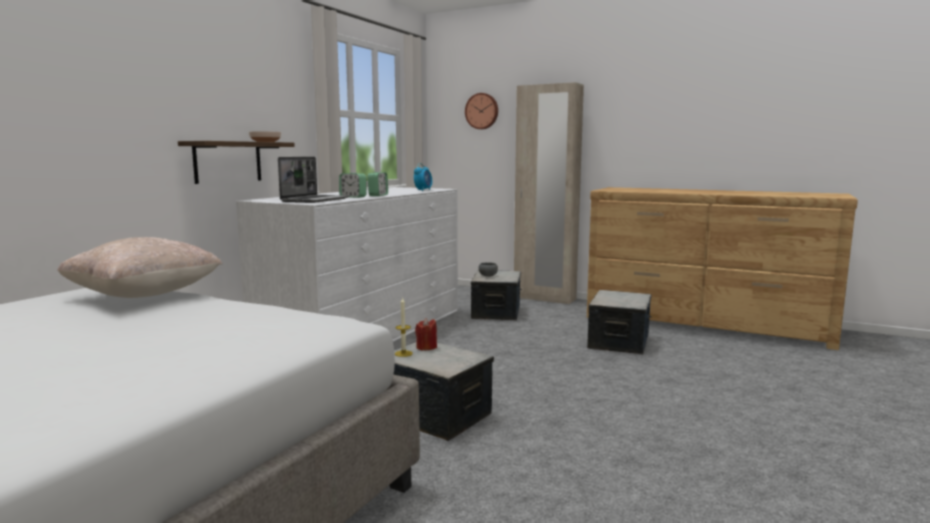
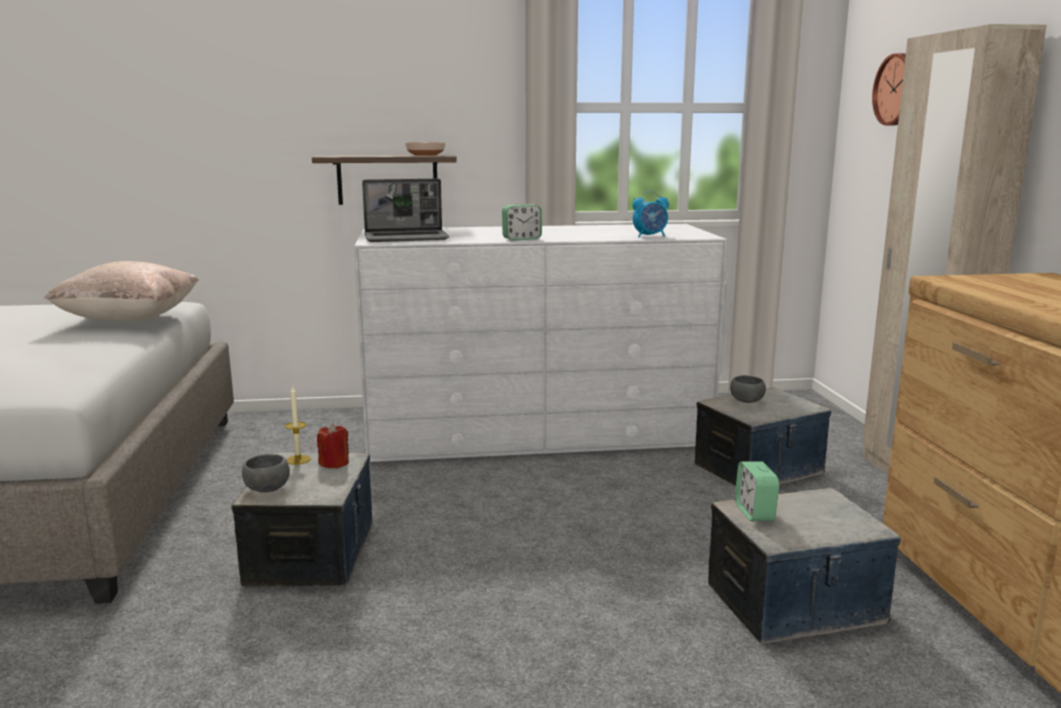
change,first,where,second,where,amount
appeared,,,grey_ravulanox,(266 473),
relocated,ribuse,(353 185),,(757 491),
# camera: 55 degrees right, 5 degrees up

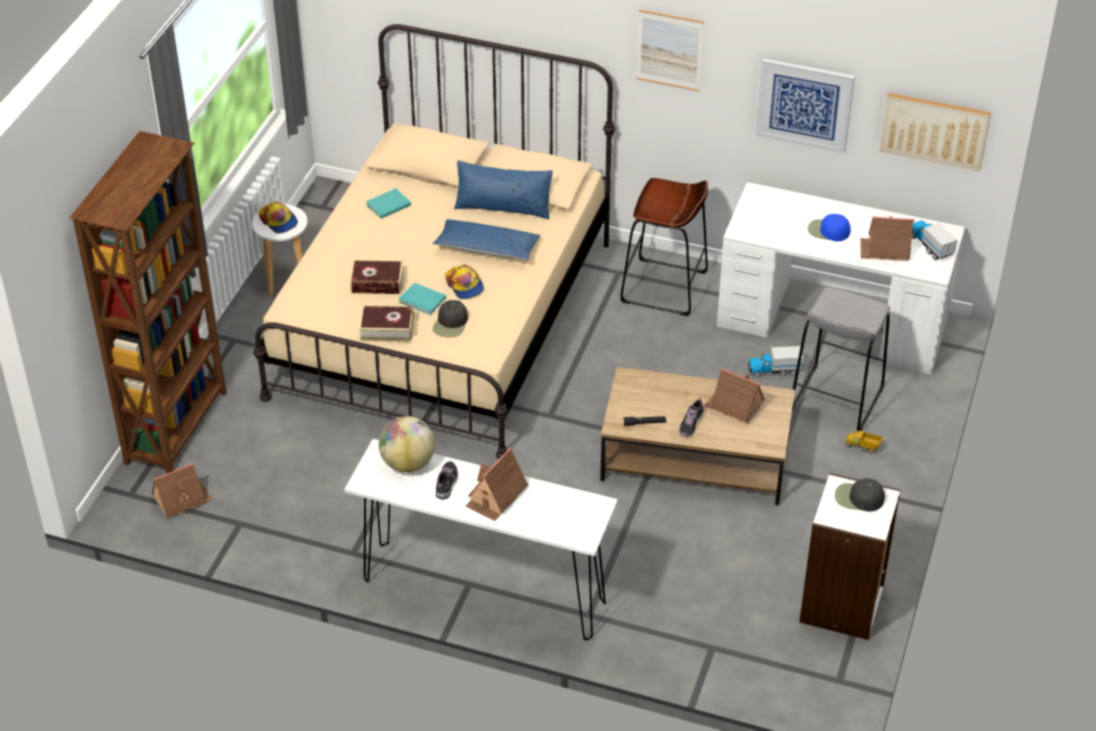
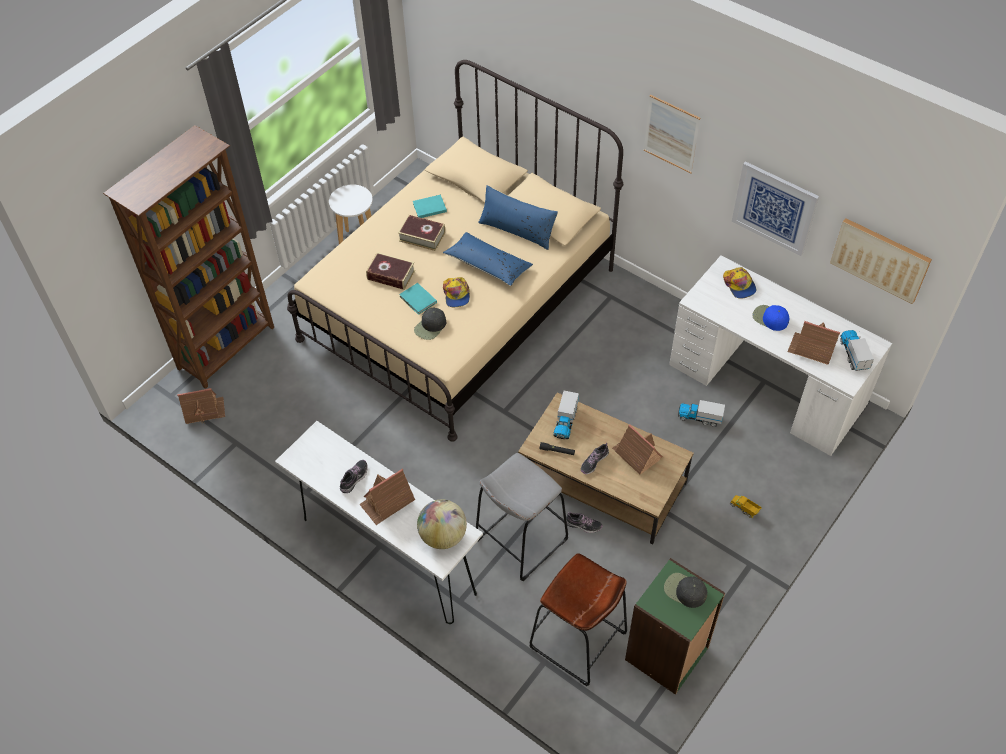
change,first,where,second,where,amount
relocated,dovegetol,(386 324),,(421 233),
relocated,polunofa,(407 444),,(442 524),
relocated,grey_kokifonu,(841 359),,(522 517),
relocated,brown_kokifonu,(664 247),,(578 619),
appeared,,,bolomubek,(566 415),
appeared,,,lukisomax,(584 522),
colour,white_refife,(850 556),green_refife,(675 626),
relocated,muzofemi,(278 217),,(739 283),
# camera: 20 degrees right, 10 degrees up

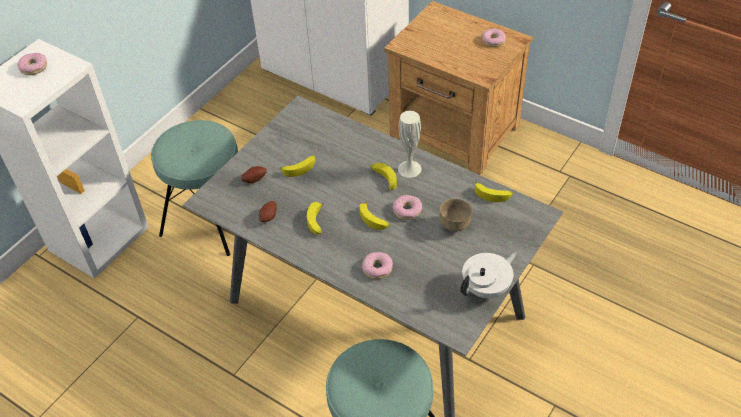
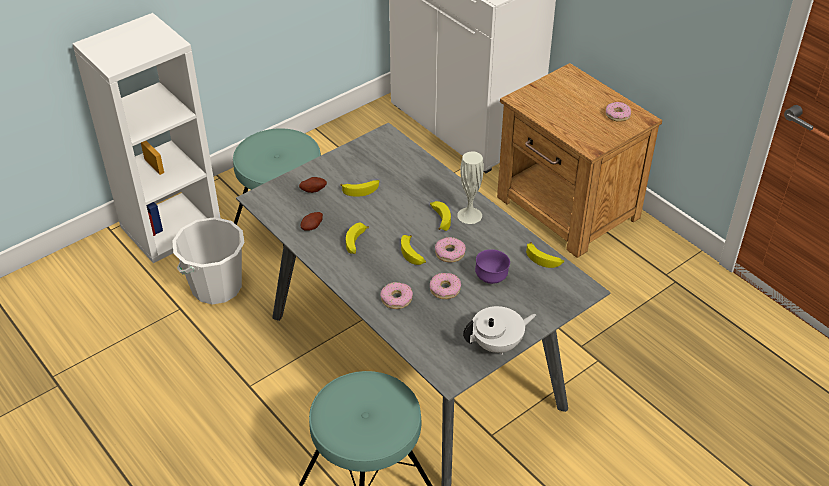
change,first,where,second,where,amount
appeared,,,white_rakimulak,(208 260),
relocated,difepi,(32 64),,(445 286),
colour,brown_ravulanox,(455 215),purple_ravulanox,(492 266),
# camera: 15 degrees right, 5 degrees down

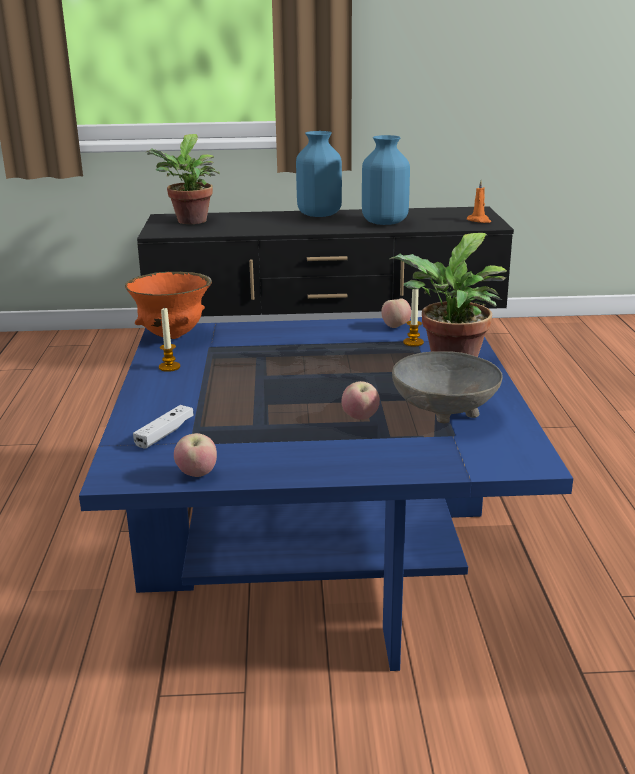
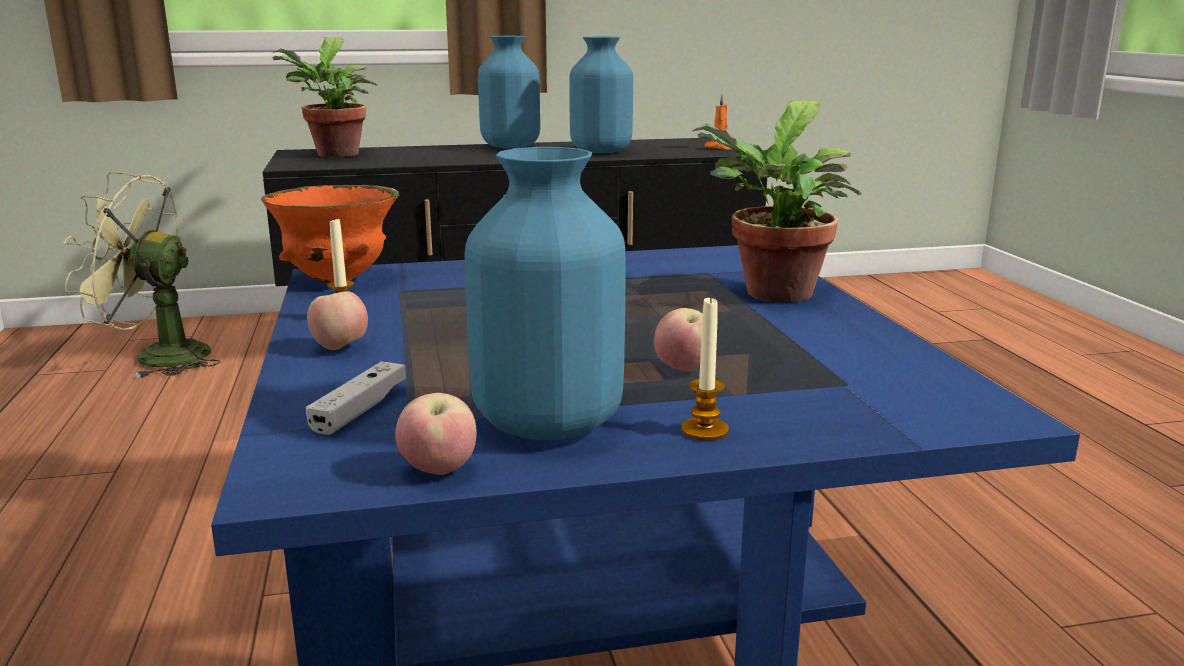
change,first,where,second,where,amount
appeared,,,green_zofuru,(142 275),
relocated,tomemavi,(396 313),,(337 320),
appeared,,,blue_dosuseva,(545 293),
relocated,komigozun,(413 317),,(705 369),
missing,grey_ravulanox,(447 387),,,
# camera: 10 degrees left, 5 degrees down

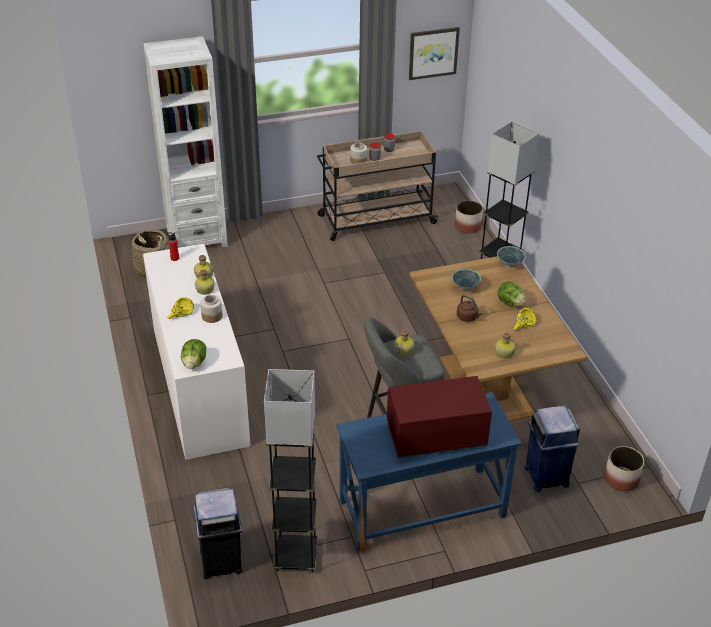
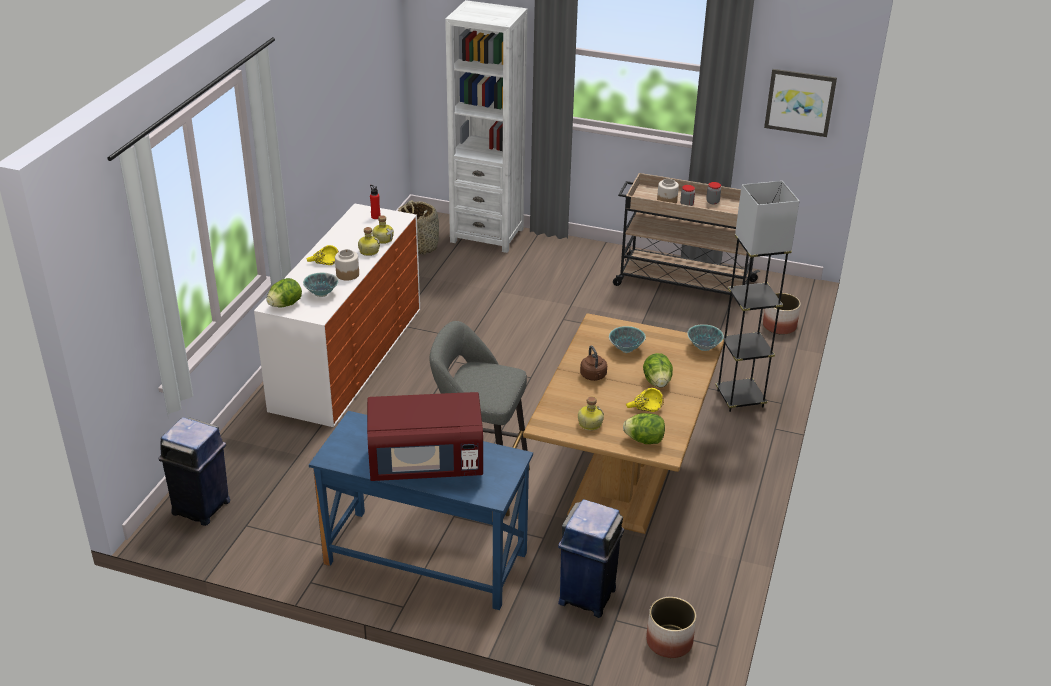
change,first,where,second,where,amount
appeared,,,ravulanox,(320 285),
spun,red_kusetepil,(439 417),,(425 436),150 degrees clockwise
appeared,,,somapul,(644 428),
missing,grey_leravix,(291 471),,,
missing,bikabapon,(404 342),,,
# camera: 35 degrees right, 5 degrees down

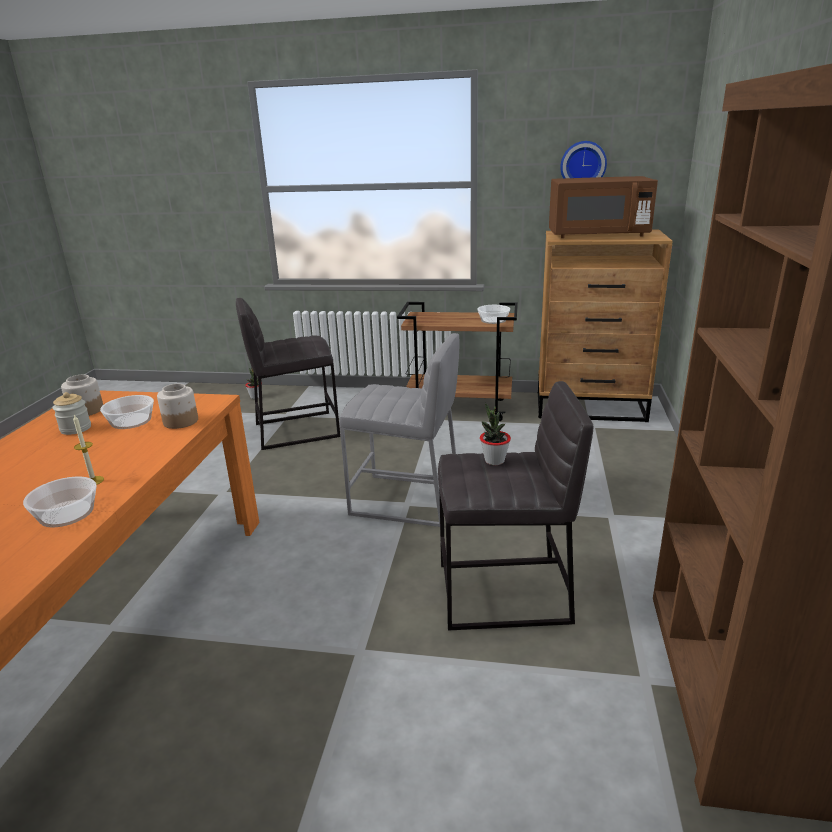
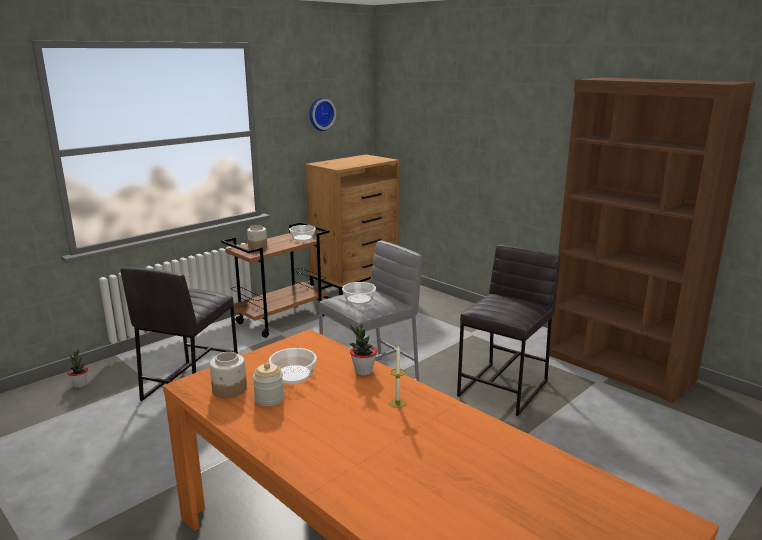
change,first,where,second,where,amount
relocated,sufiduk,(177 406),,(257 237),
relocated,ravulanox,(60 502),,(359 293),
relocated,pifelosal,(495 434),,(363 350),
missing,brown_kusetepil,(603 207),,,
# camera: 55 degrees left, 5 degrees down

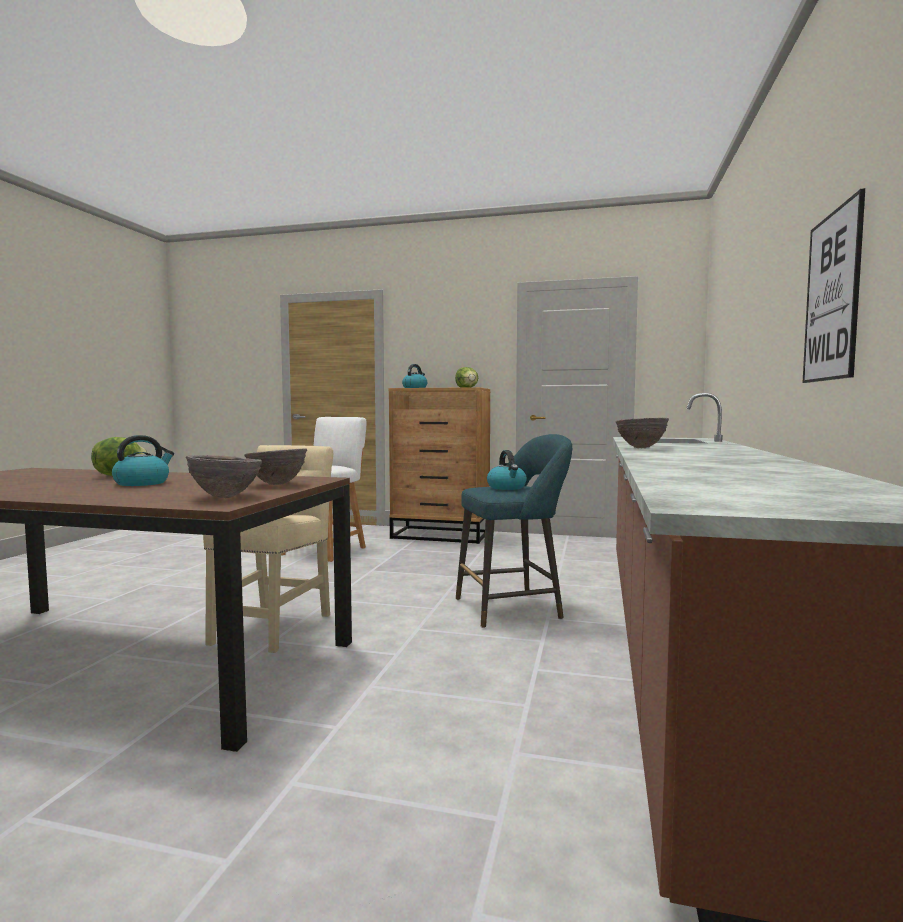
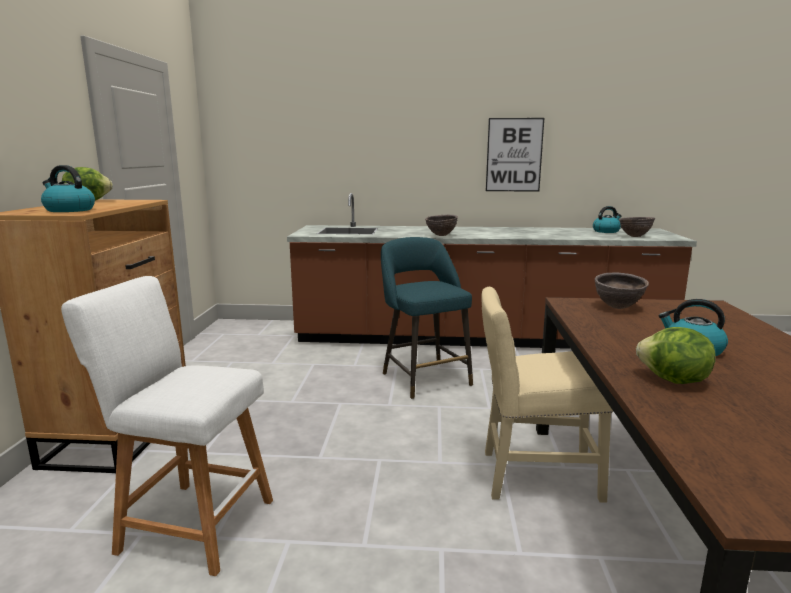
change,first,where,second,where,amount
relocated,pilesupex,(507 470),,(607 219),
relocated,brown_ravulanox,(224 476),,(637 227),
# camera: 100 degrees left, 10 degrees up

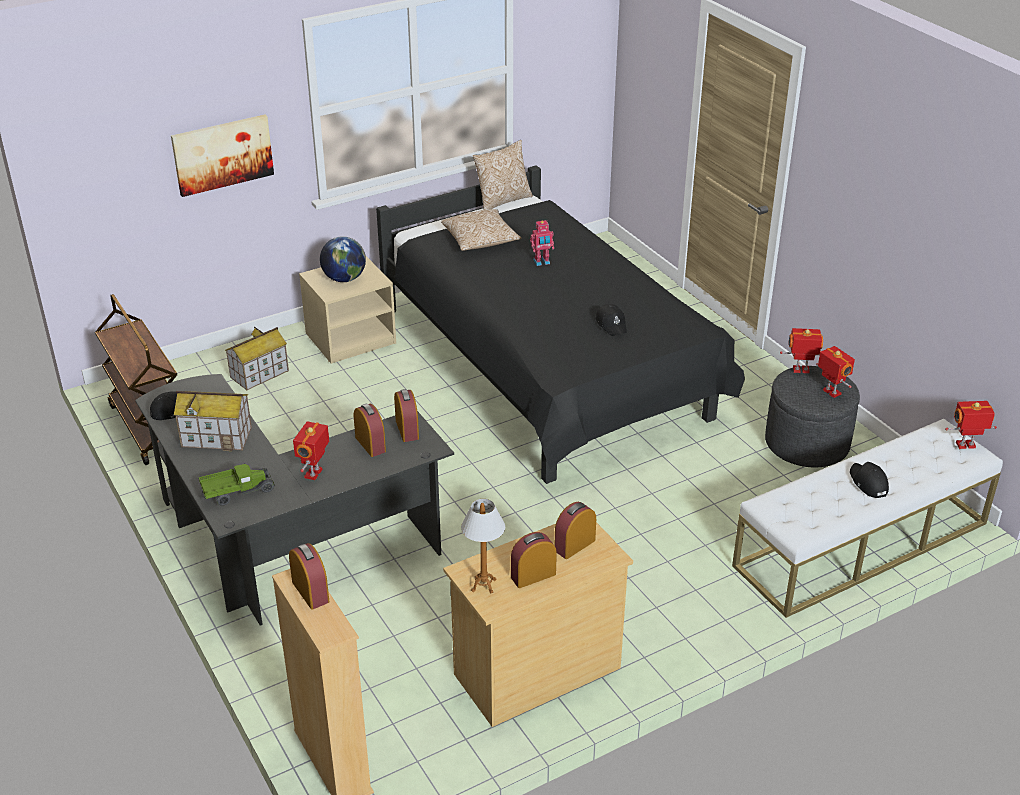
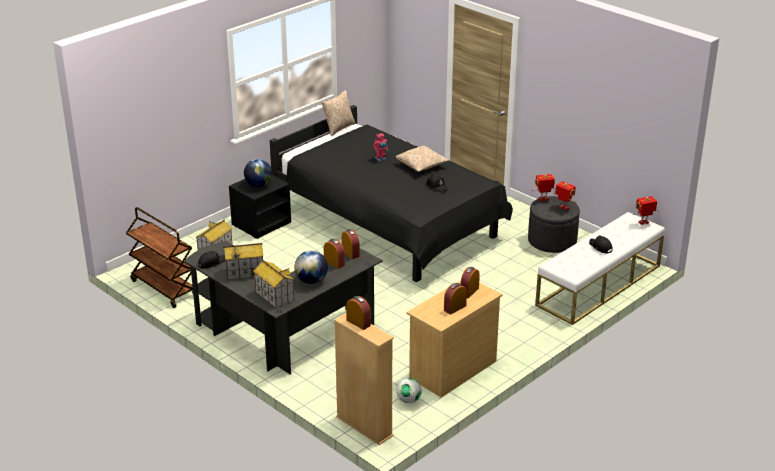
change,first,where,second,where,amount
colour,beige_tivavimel,(347 309),black_tivavimel,(260 207),
exchanged,bolomubek,(237 485),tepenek,(273 284),
exchanged,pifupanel,(311 450),polunofa,(311 267),
relocated,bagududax,(481 230),,(422 159),
appeared,,,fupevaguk,(409 390),
missing,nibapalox,(222 155),,,
missing,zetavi,(483 546),,,
# camera: 15 degrees left, 5 degrees down

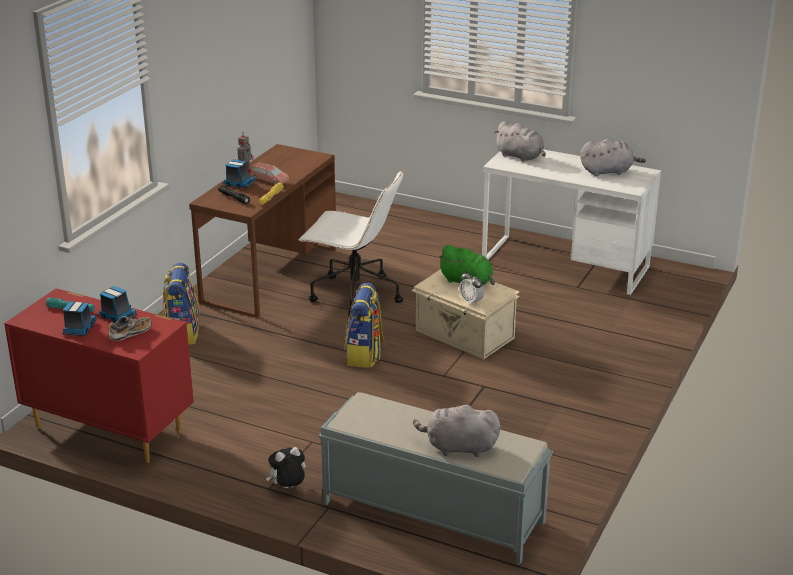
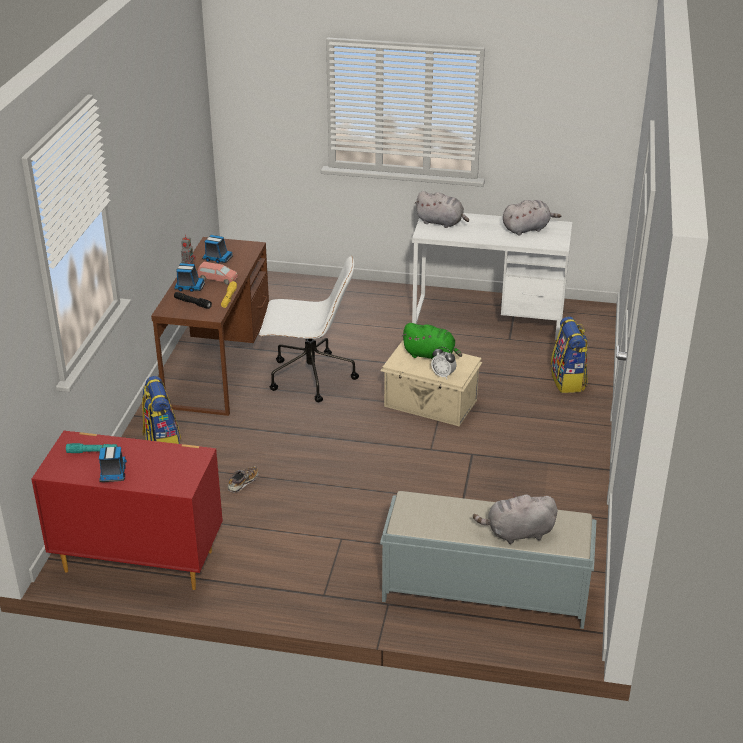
change,first,where,second,where,amount
relocated,bolomubek,(117 304),,(217 249),
relocated,lukisomax,(130 328),,(243 479),
relocated,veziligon,(365 325),,(569 354),
missing,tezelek,(286 467),,,
# camera: 15 degrees left, 5 degrees up

